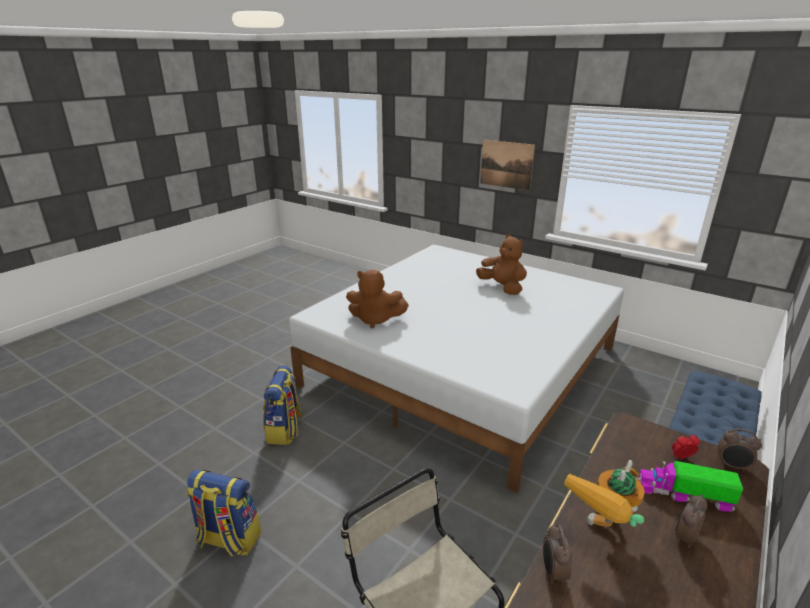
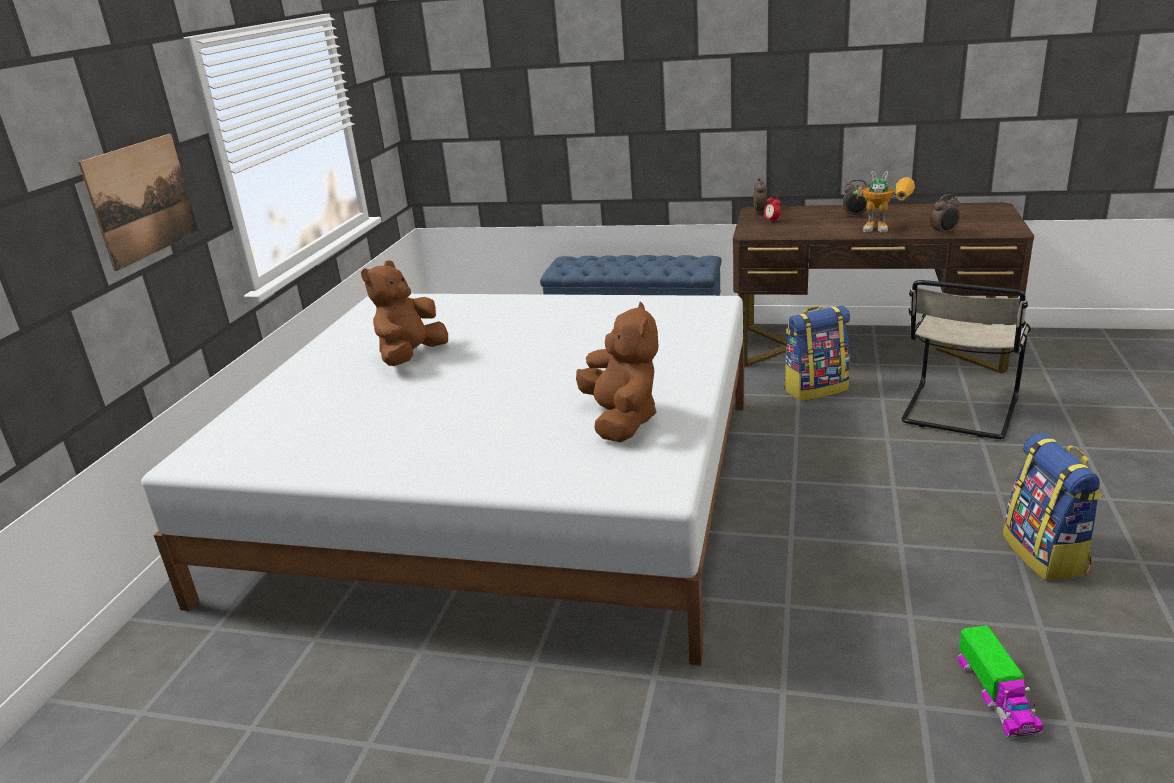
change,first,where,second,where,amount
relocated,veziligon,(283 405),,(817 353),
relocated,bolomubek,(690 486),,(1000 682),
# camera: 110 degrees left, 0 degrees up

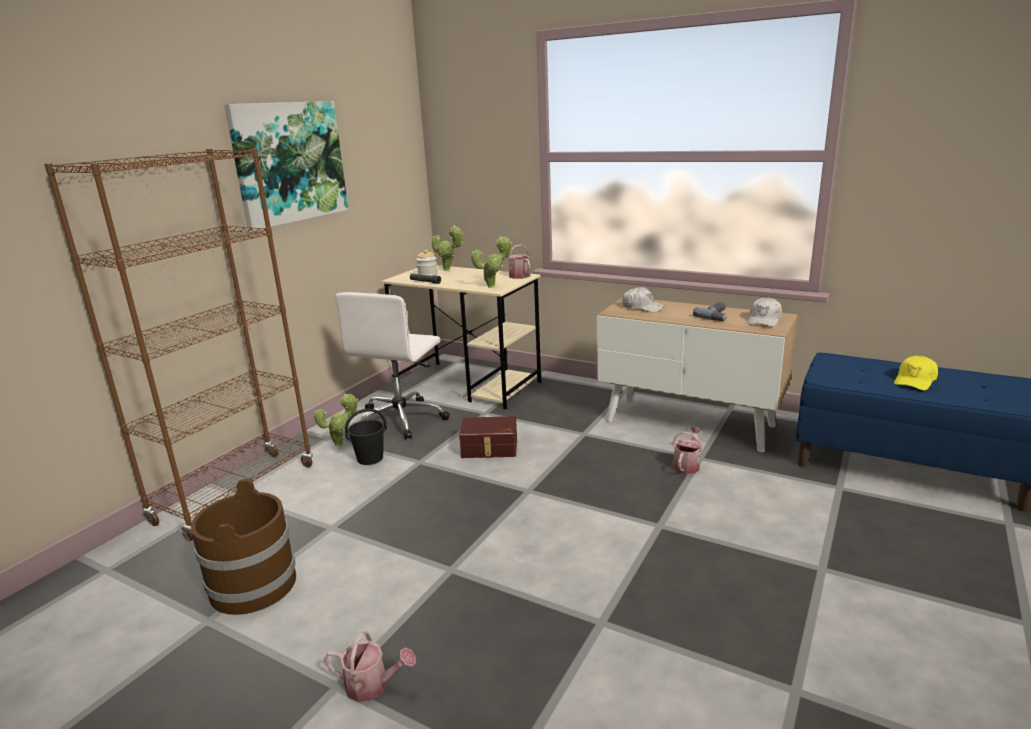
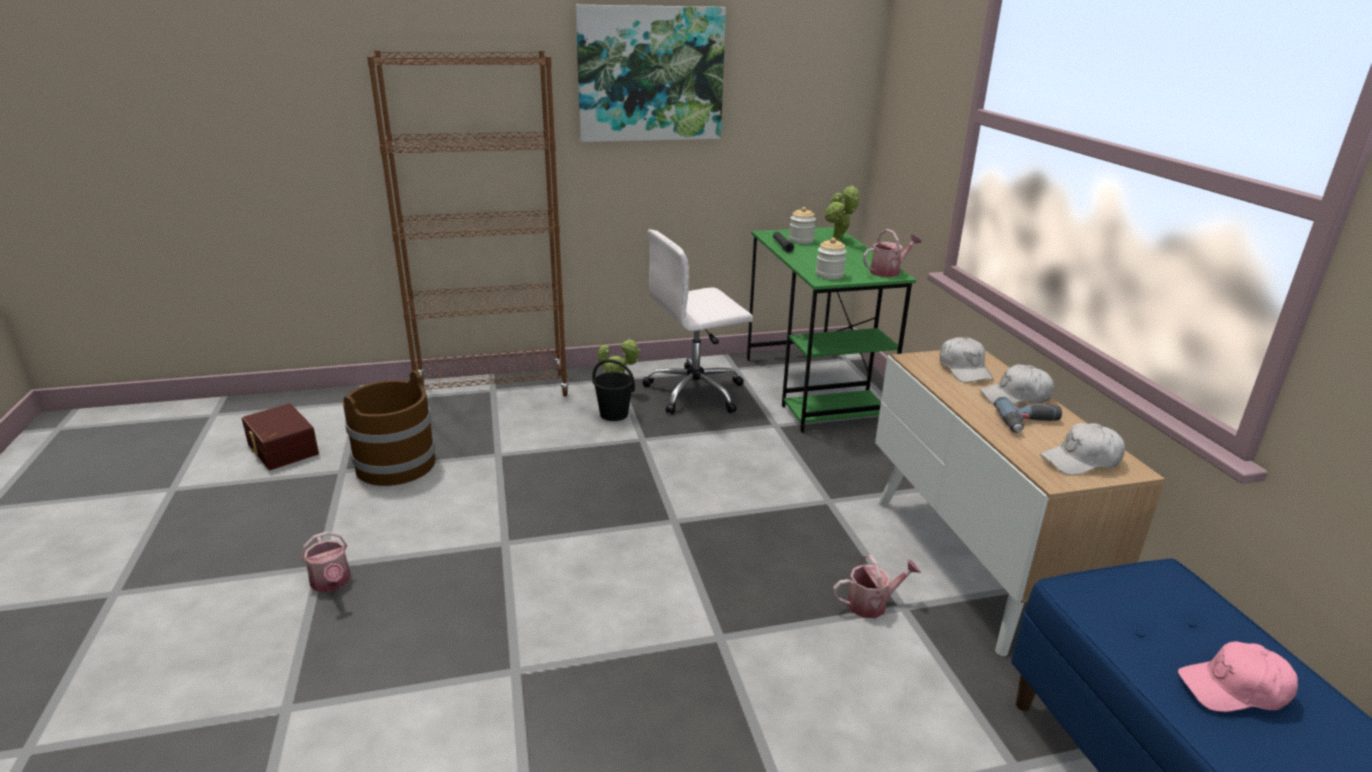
change,first,where,second,where,amount
relocated,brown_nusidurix,(488 437),,(280 437),
colour,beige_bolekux,(461 337),green_bolekux,(831 330),
exchanged,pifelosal,(491 262),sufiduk,(831 258),
spun,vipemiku,(519 261),,(892 253),45 degrees clockwise
appeared,,,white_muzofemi,(1017 384),
colour,yellow_muzofemi,(916 373),pink_muzofemi,(1238 677),
# camera: 45 degrees right, 5 degrees up

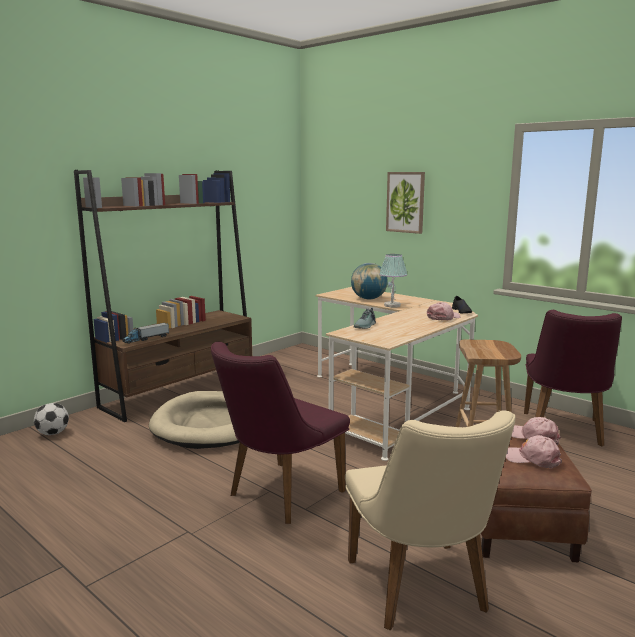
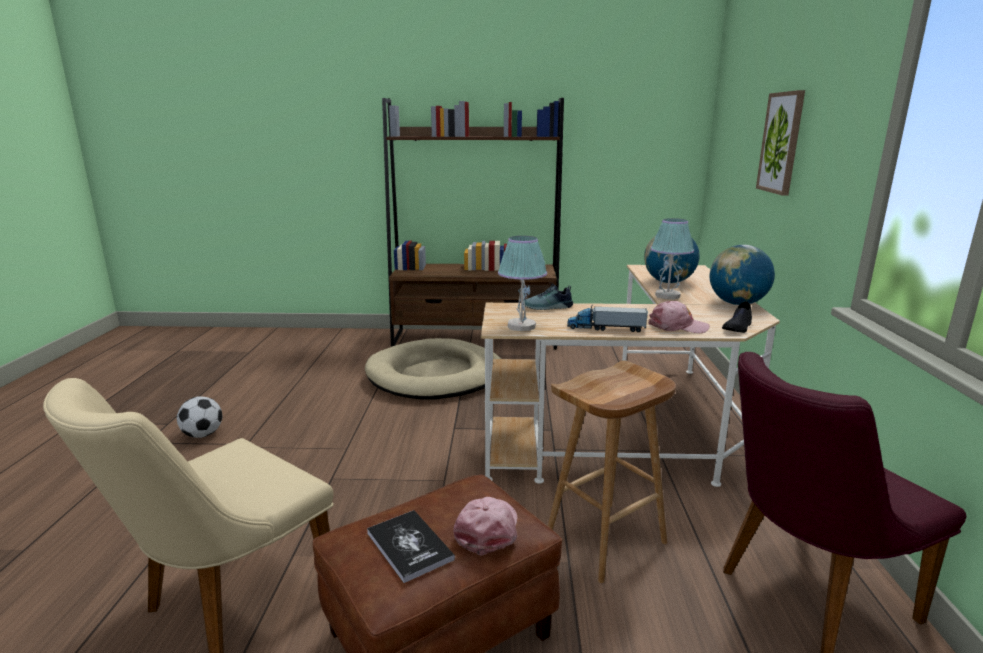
change,first,where,second,where,amount
relocated,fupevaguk,(51 419),,(199 417),
exchanged,pink_muzofemi,(534 452),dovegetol,(411 546),
appeared,,,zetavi,(522 283),
relocated,bolomubek,(145 333),,(607 318),
appeared,,,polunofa,(742 275),
missing,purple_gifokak,(280 433),,,
# camera: 50 degrees right, 5 degrees up

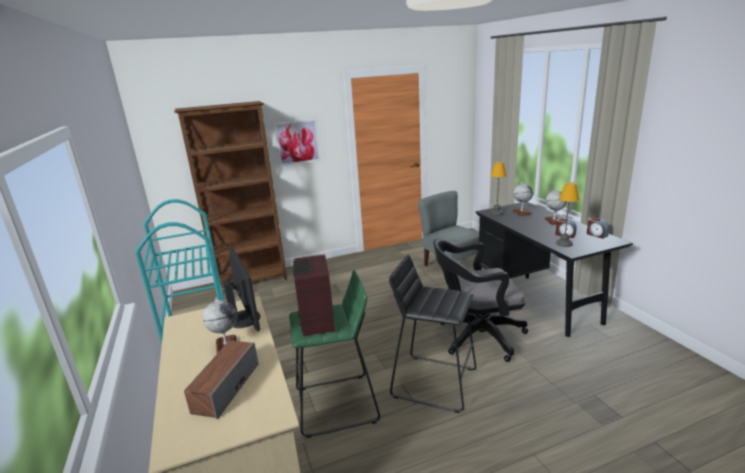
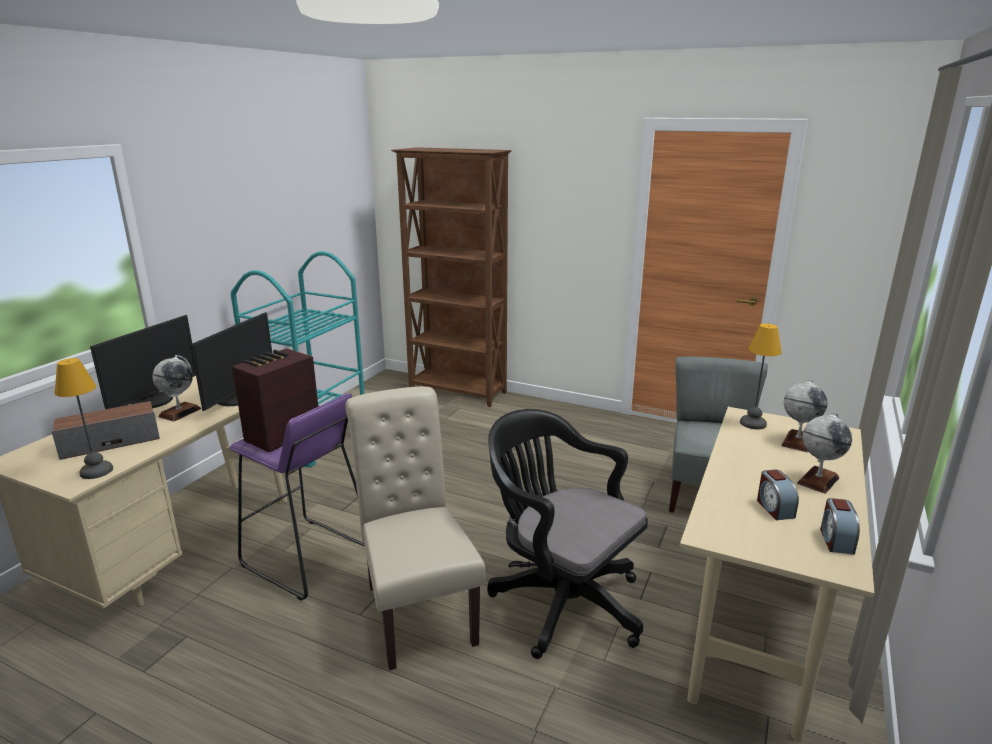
change,first,where,second,where,amount
relocated,zetavi,(567 214),,(84 418),
appeared,,,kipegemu,(143 362),
colour,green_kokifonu,(334 354),purple_kokifonu,(297 497),
exchanged,black_kokifonu,(432 333),beige_gifokak,(415 528),
colour,black_bolekux,(554 269),beige_bolekux,(777 574),
missing,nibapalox,(297 142),,,
# camera: 45 degrees right, 0 degrees up

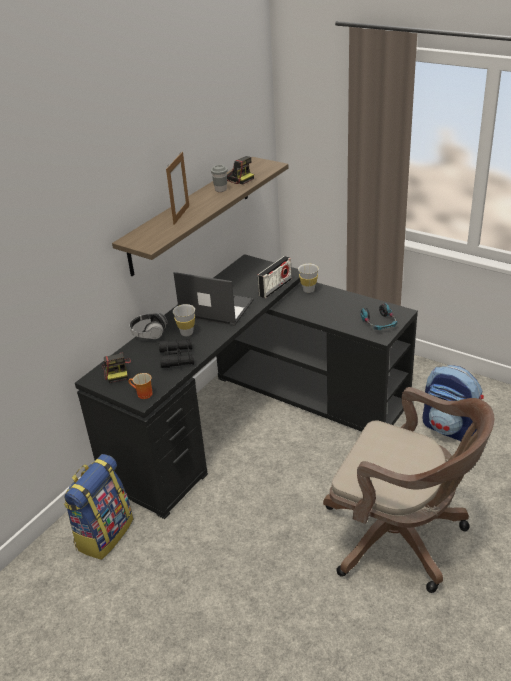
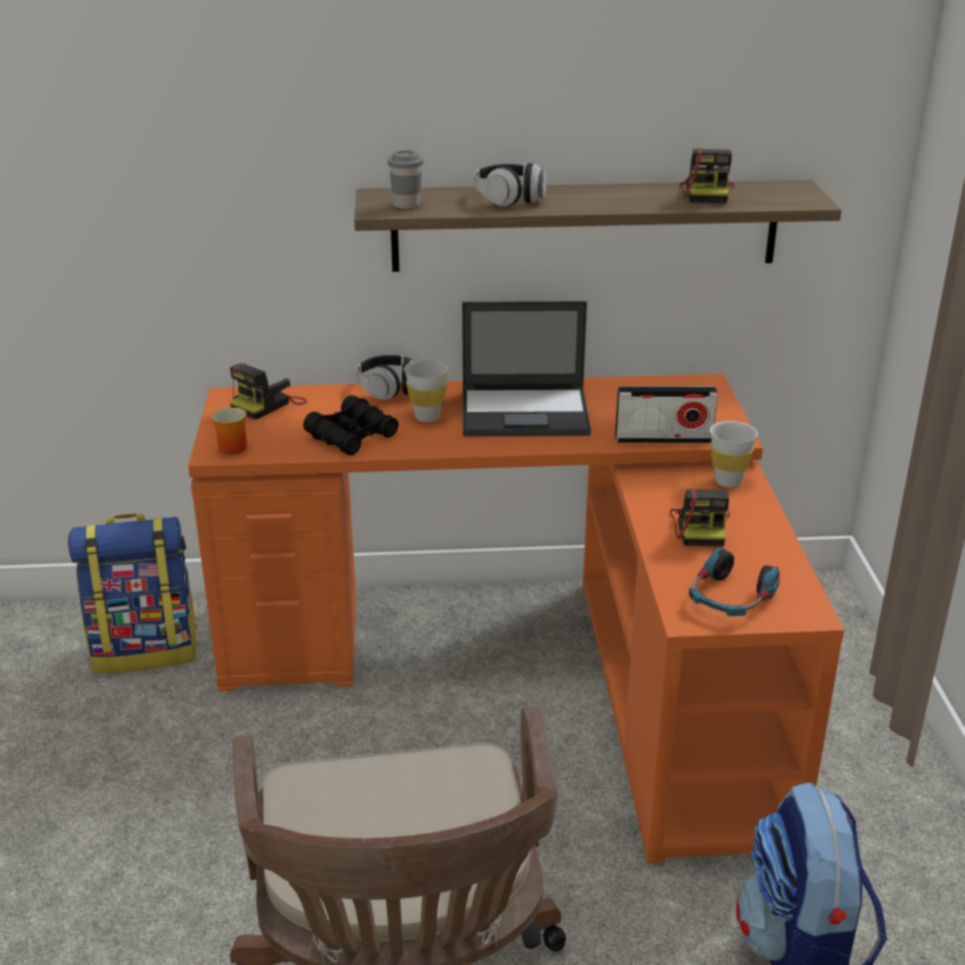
change,first,where,second,where,amount
colour,black_bolekux,(246 386),orange_bolekux,(516 618),
relocated,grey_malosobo,(219 178),,(405 179),
spun,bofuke,(213 299),,(526 368),105 degrees clockwise
exchanged,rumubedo,(177 188),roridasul,(511 184),
appeared,,,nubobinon,(700 517),
# camera: 50 degrees right, 5 degrees down

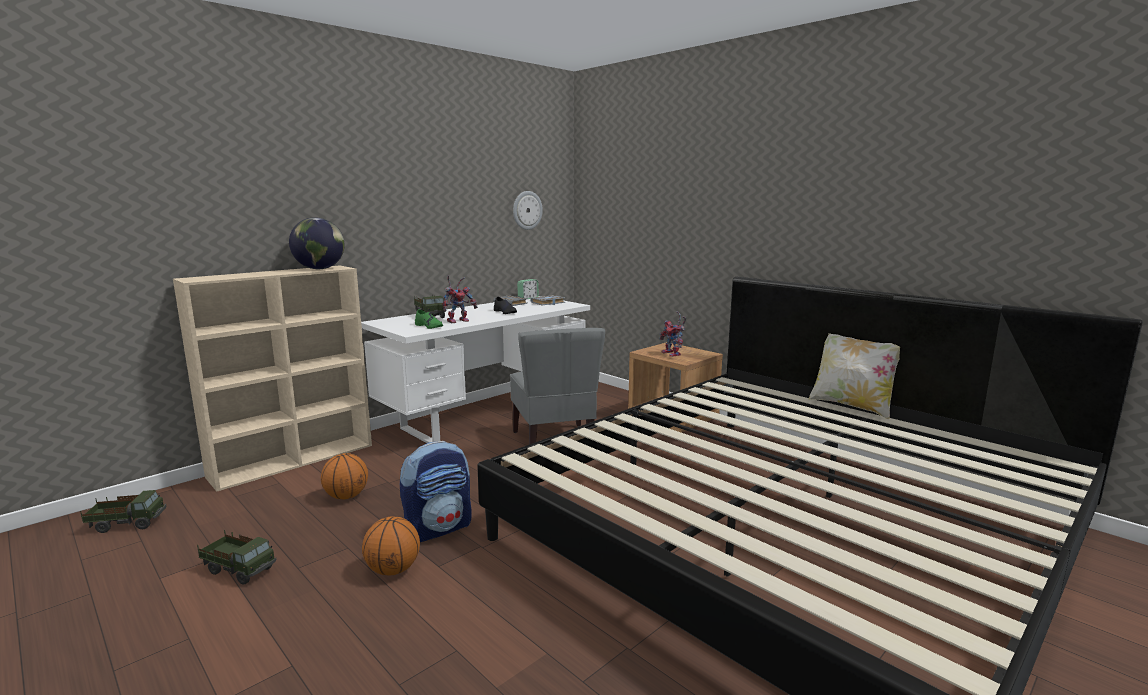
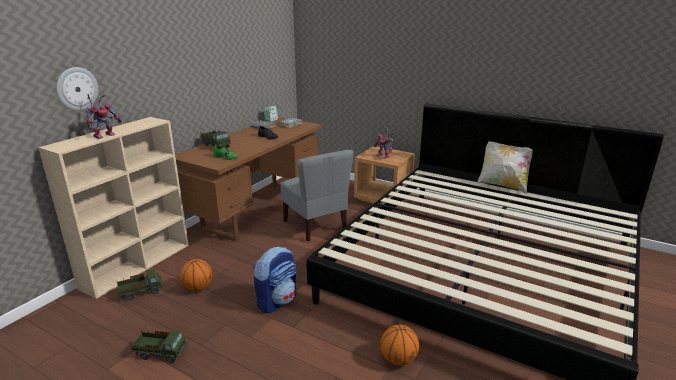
change,first,where,second,where,amount
relocated,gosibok,(528 210),,(77 89),
relocated,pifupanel,(460 299),,(104 116),
relocated,bolomubek,(123 511),,(139 284),
colour,white_bolekux,(475 369),brown_bolekux,(248 179),
relocated,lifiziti,(391 546),,(399 345),
missing,polunofa,(317 243),,,
# camera: 15 degrees left, 10 degrees up

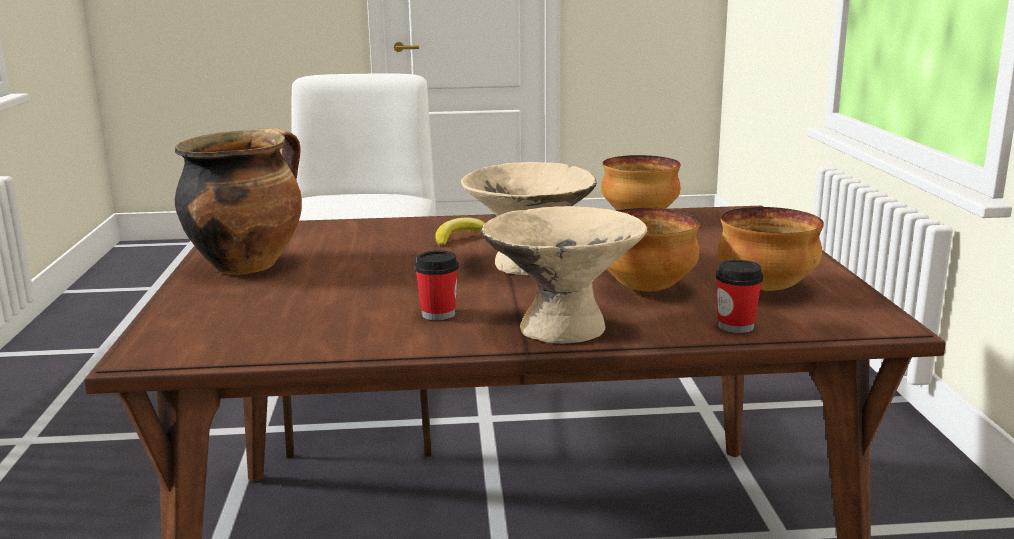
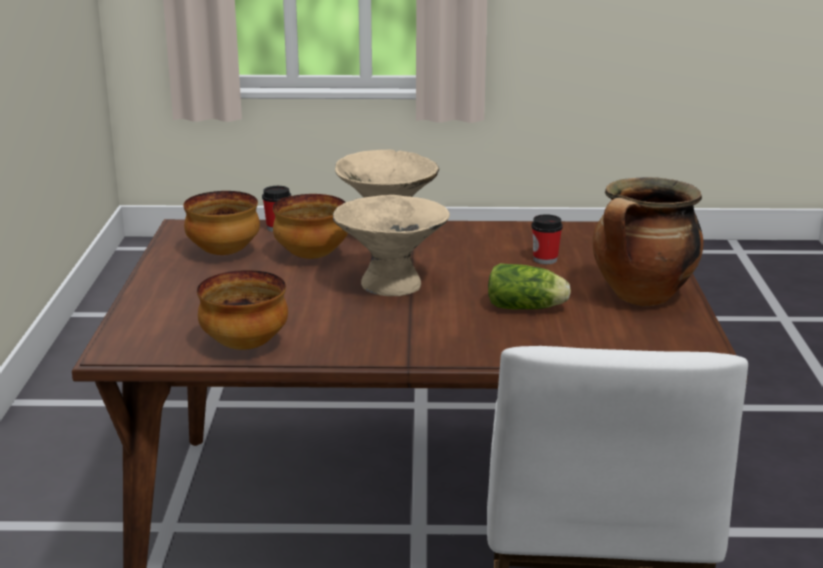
change,first,where,second,where,amount
appeared,,,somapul,(529 286),
relocated,malosobo,(437 285),,(547 239),
missing,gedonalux,(460 232),,,
# camera: 175 degrees left, 5 degrees up

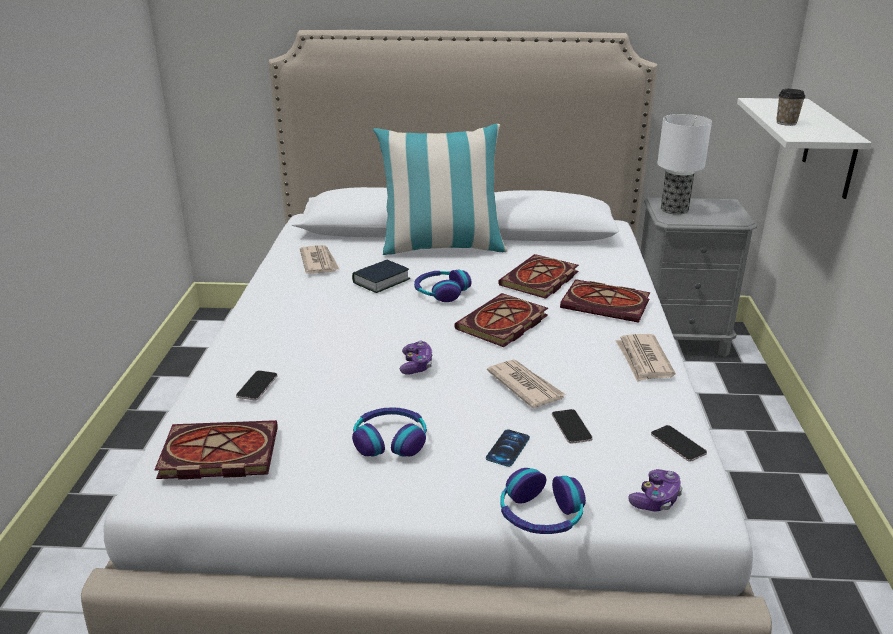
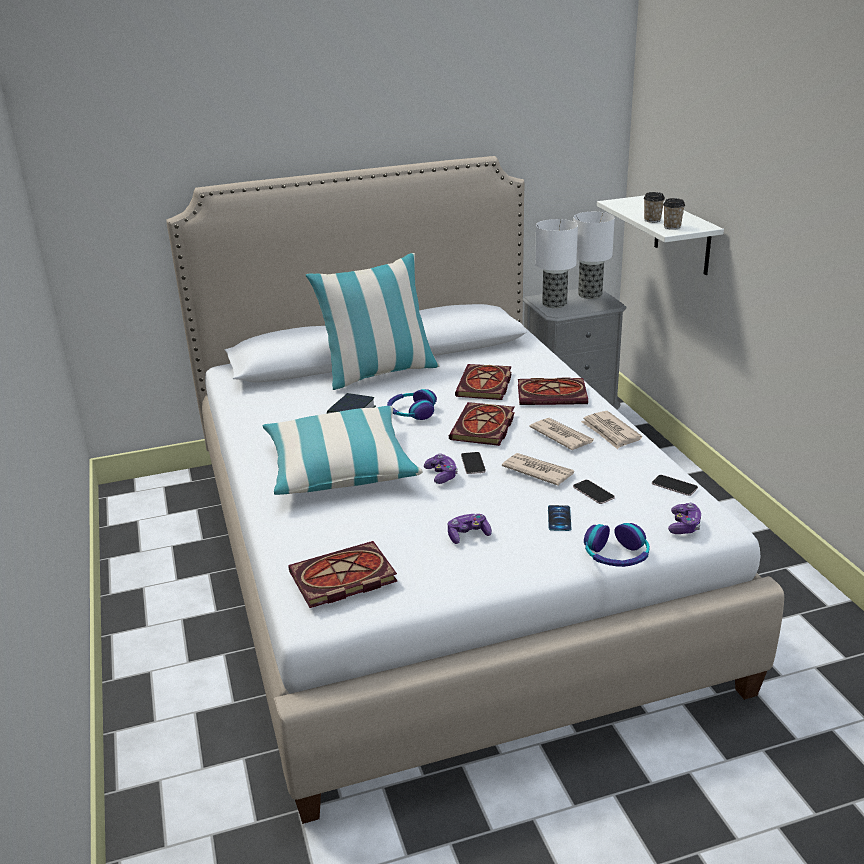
change,first,where,second,where,amount
appeared,,,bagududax,(342 450),
exchanged,roridasul,(389 432),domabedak,(470 529),
relocated,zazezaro,(257 385),,(473 463),
relocated,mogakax,(320 259),,(561 434),
appeared,,,zetavi,(594 255),
appeared,,,malosobo,(674 214),
# camera: 20 degrees left, 0 degrees up

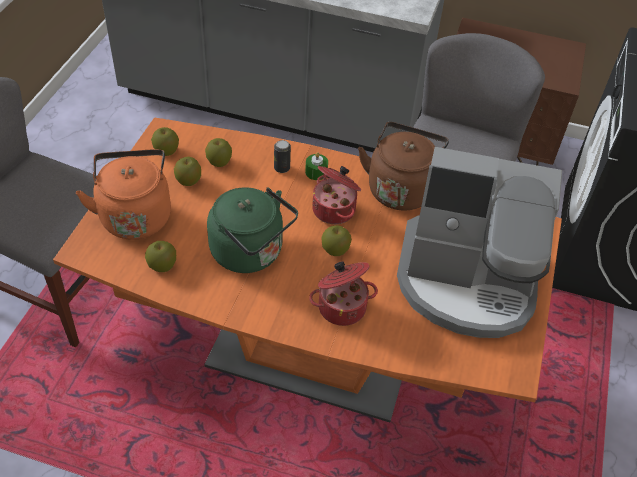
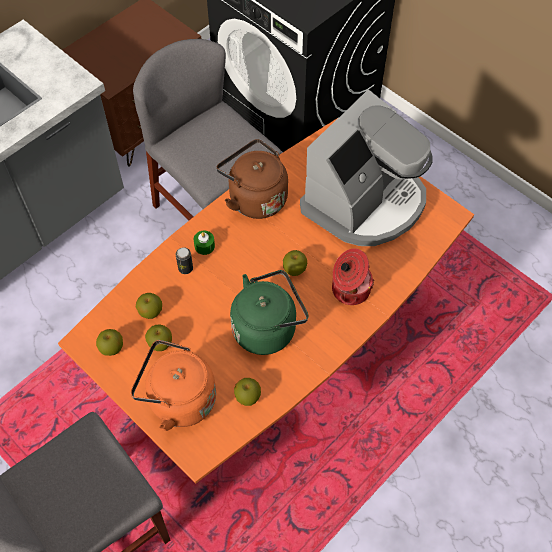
change,first,where,second,where,amount
missing,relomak,(336 195),,,
# camera: 60 degrees left, 10 degrees up

